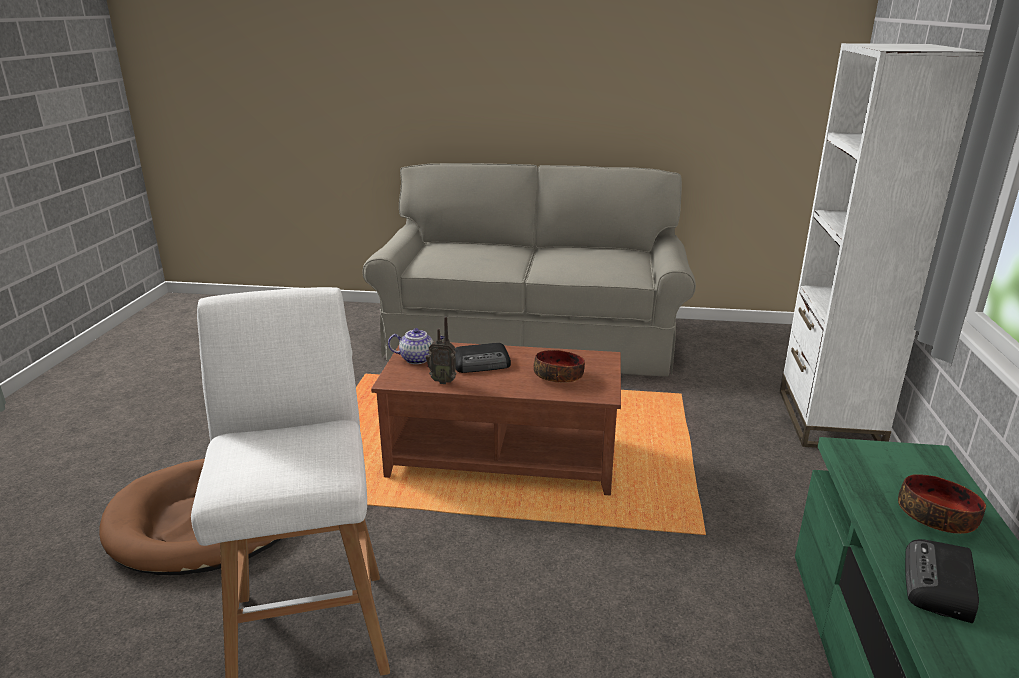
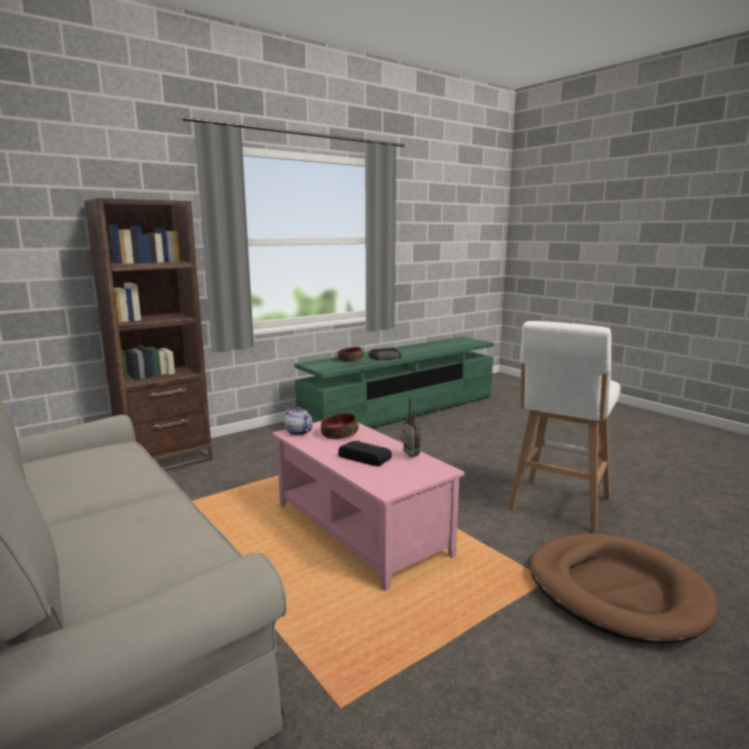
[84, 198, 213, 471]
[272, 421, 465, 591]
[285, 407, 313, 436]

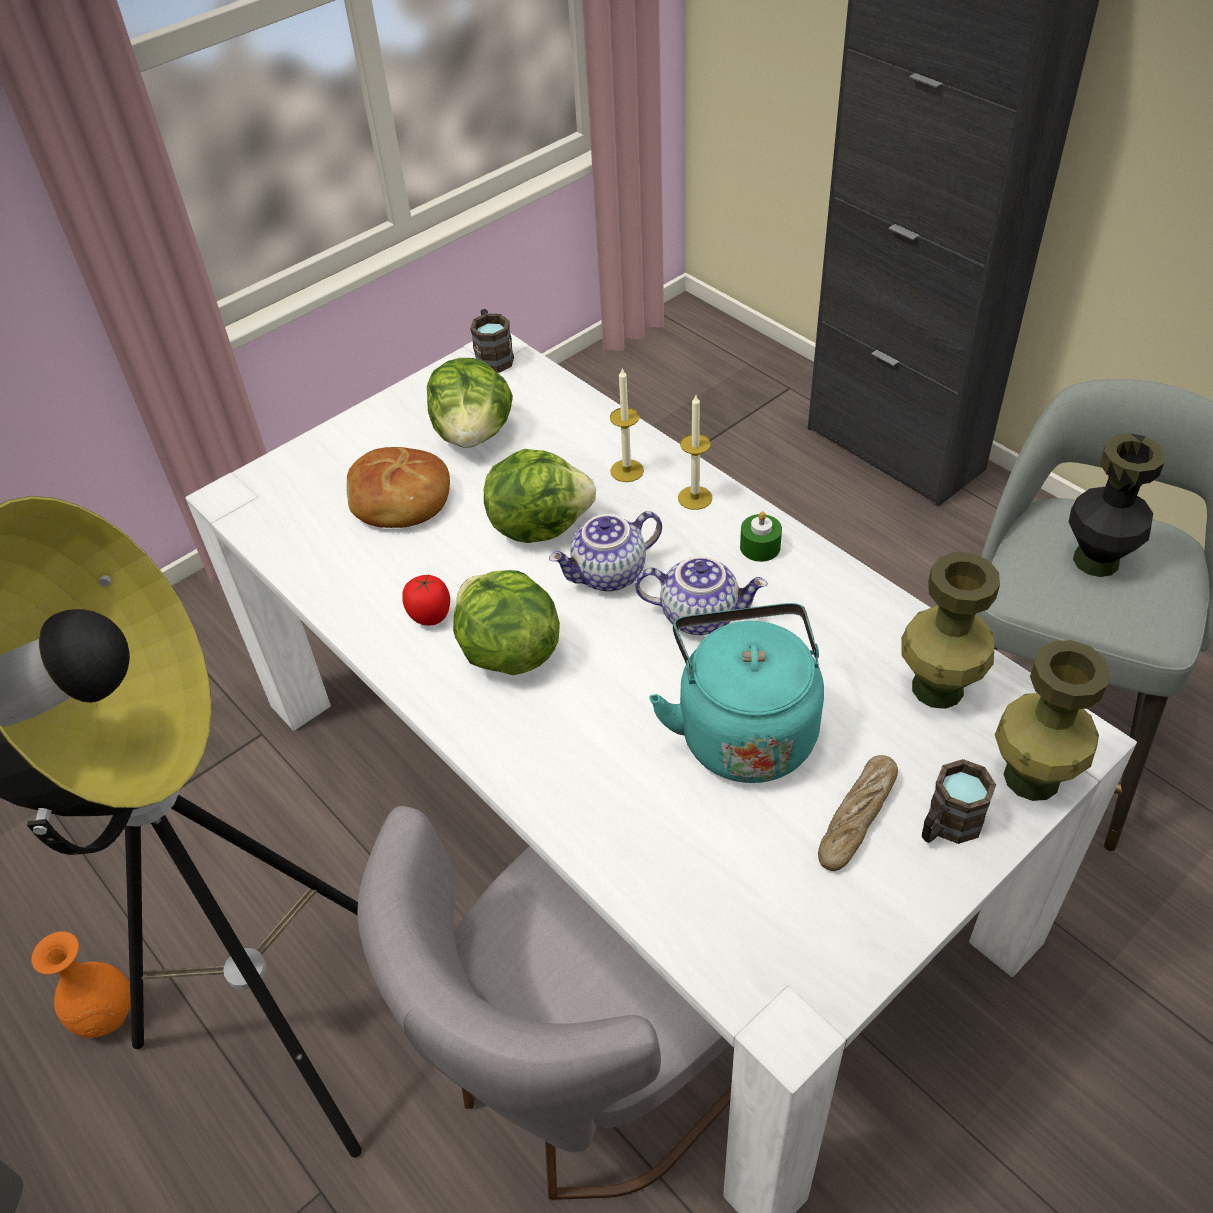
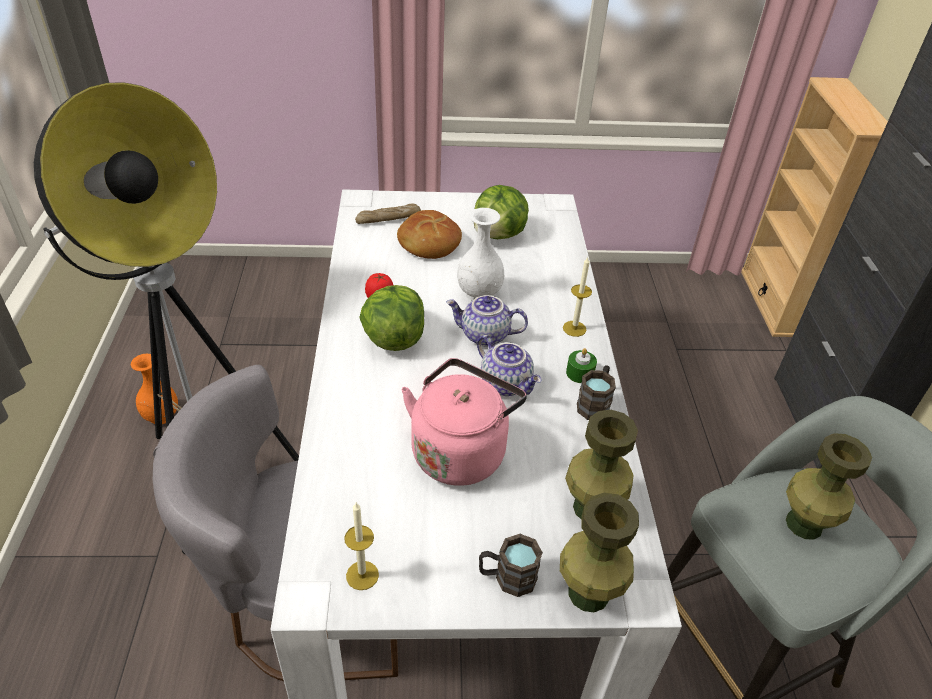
[344, 503, 379, 590]
[355, 203, 421, 224]
[401, 358, 527, 486]
[457, 208, 504, 301]
[577, 365, 616, 420]
[741, 77, 888, 337]
[786, 433, 872, 540]

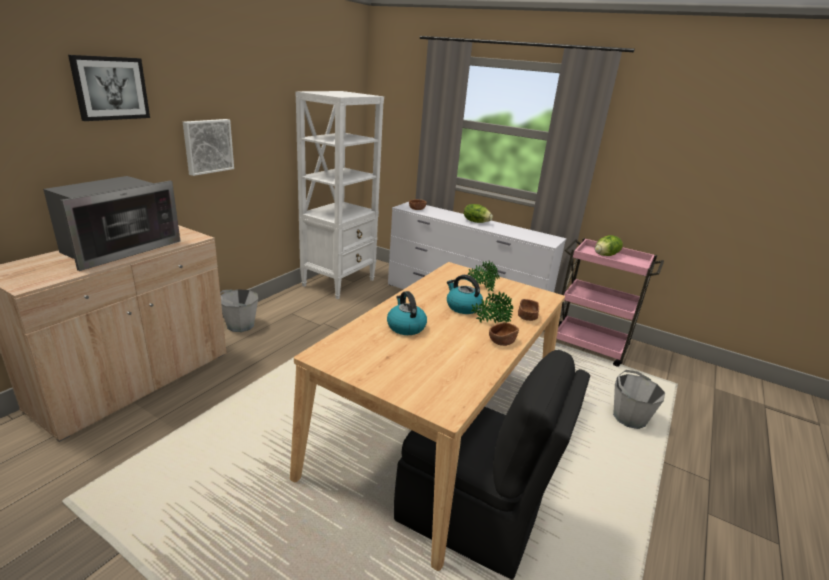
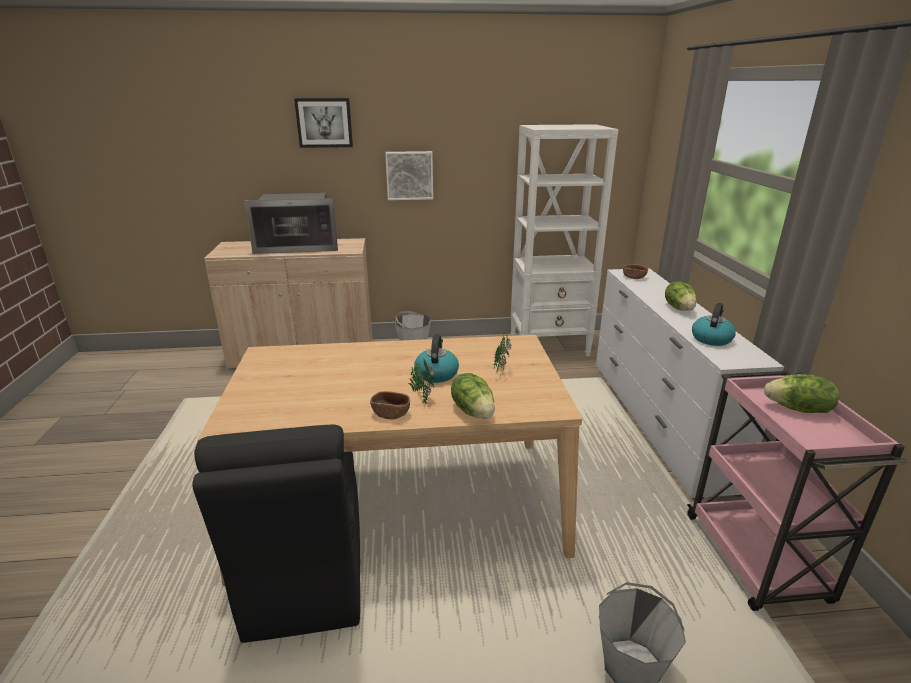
[451, 373, 495, 419]
[692, 303, 736, 346]

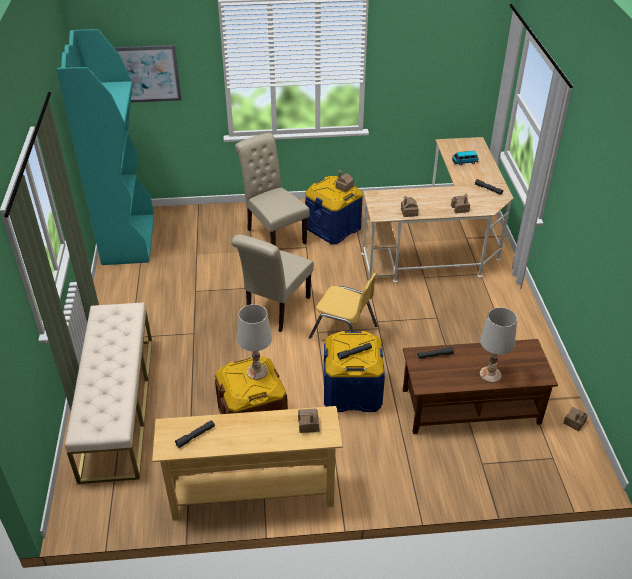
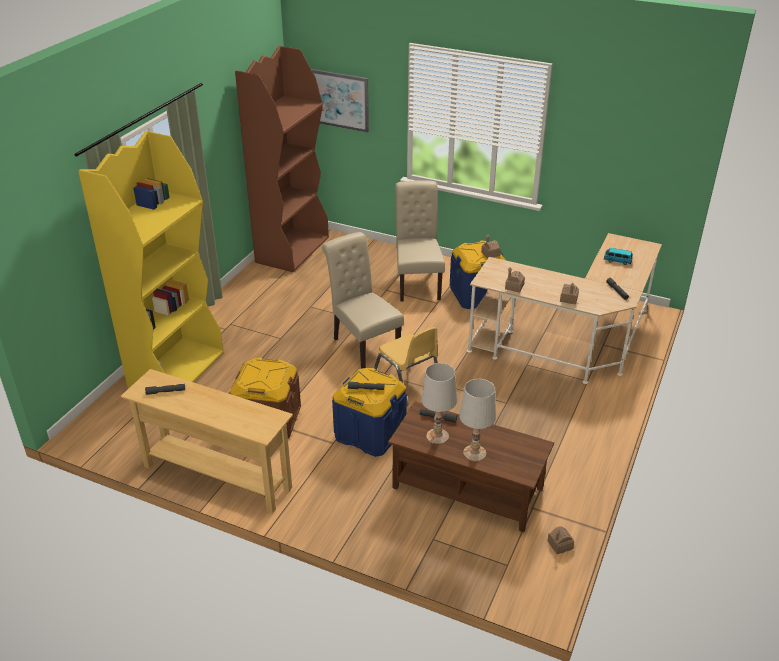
[78, 131, 224, 389]
[235, 46, 329, 272]
[322, 232, 404, 369]
[421, 363, 457, 444]
[298, 409, 319, 433] (first image)

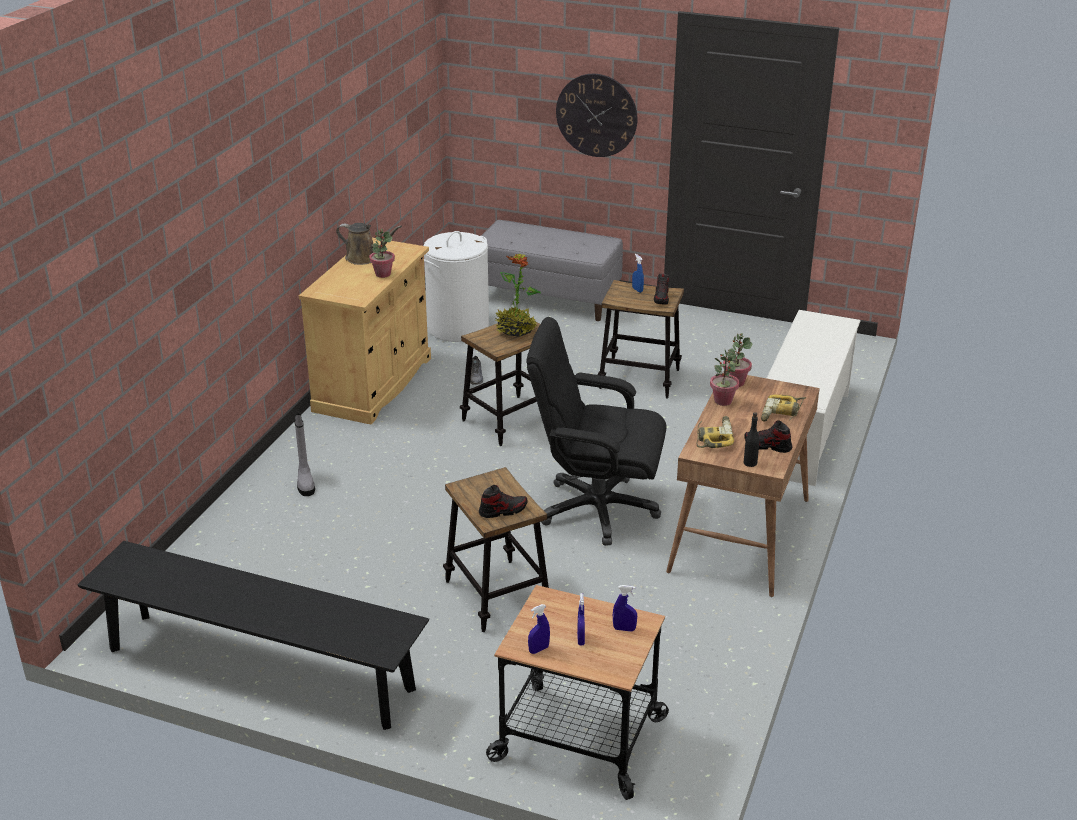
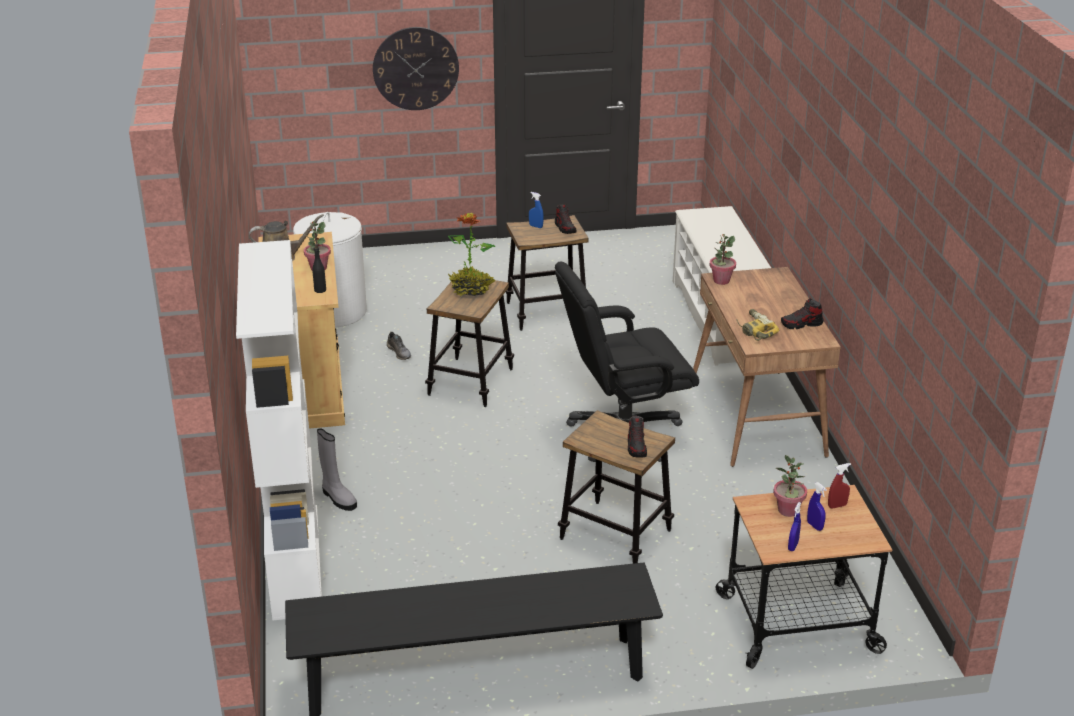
[236, 240, 322, 620]
[312, 243, 326, 293]
[628, 416, 647, 458]
[773, 455, 807, 517]
[828, 463, 851, 509]
[481, 220, 623, 321] (first image)
[761, 395, 806, 422] (first image)

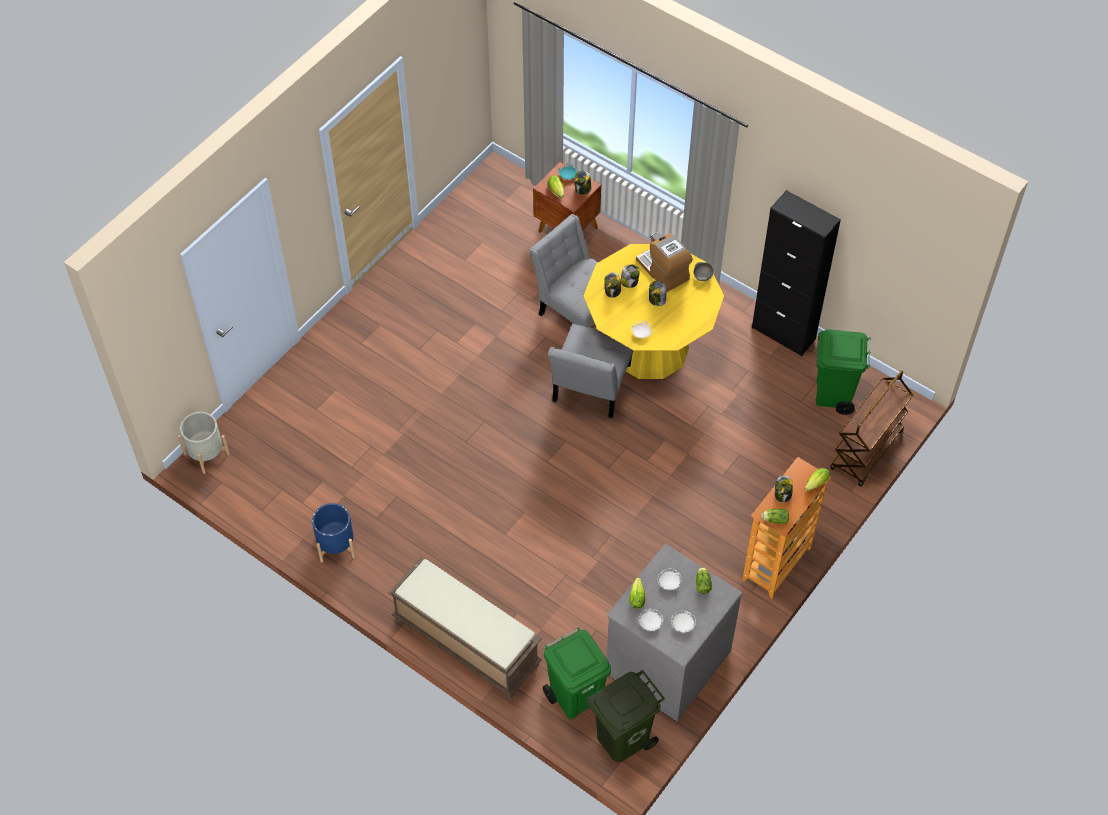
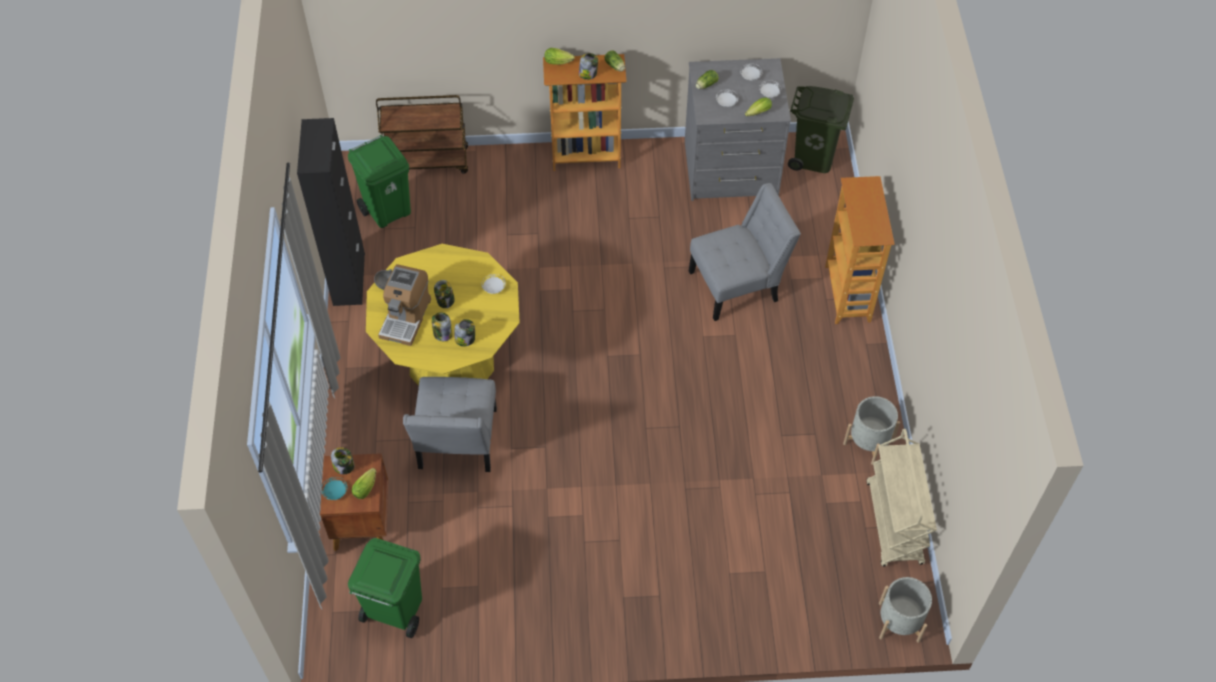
[348, 538, 422, 638]
[689, 183, 801, 321]
[825, 176, 895, 324]
[843, 396, 900, 465]
[866, 429, 937, 567]

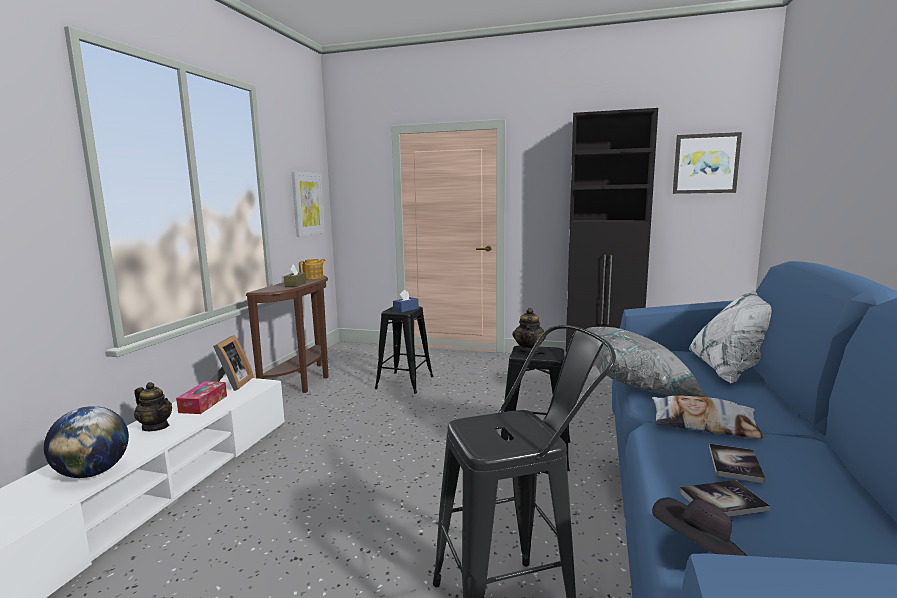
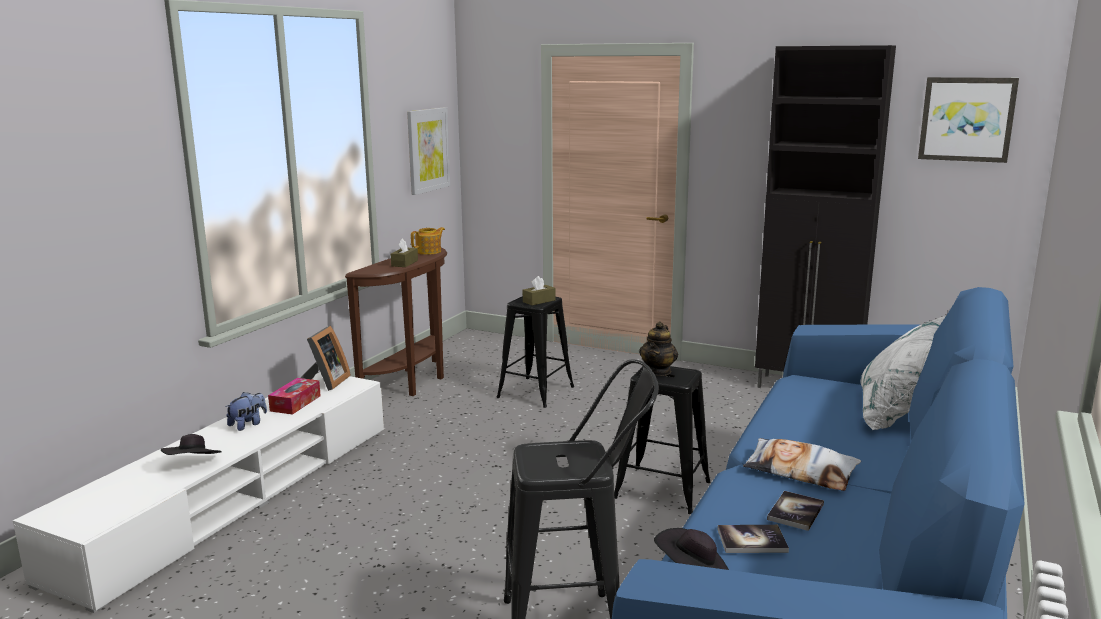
[161, 434, 222, 455]
[225, 392, 267, 431]
[523, 276, 556, 305]
[585, 327, 707, 397] (first image)

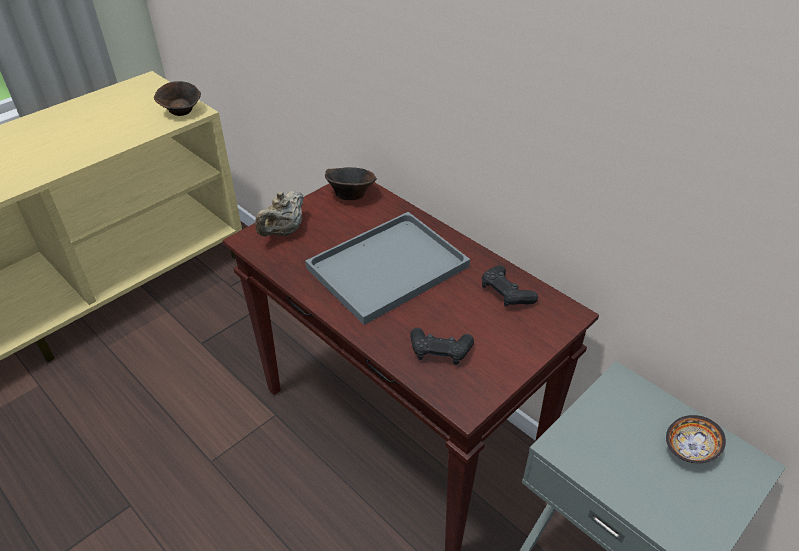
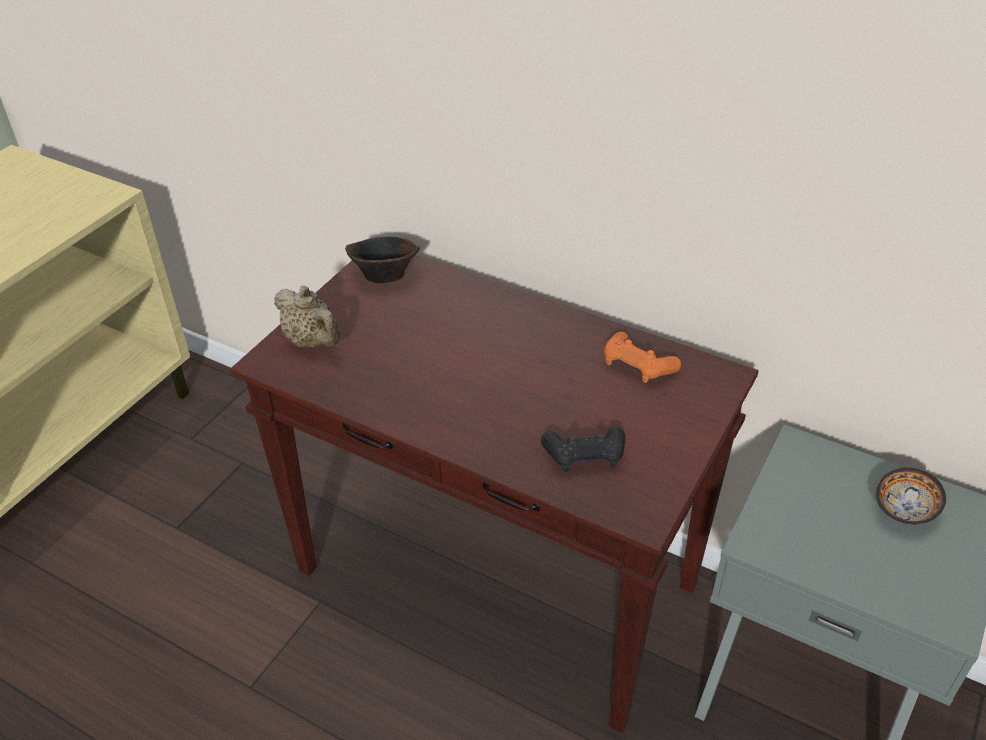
[274, 285, 340, 348]
[604, 332, 681, 383]
[154, 81, 201, 116] (first image)
[305, 212, 470, 325] (first image)

